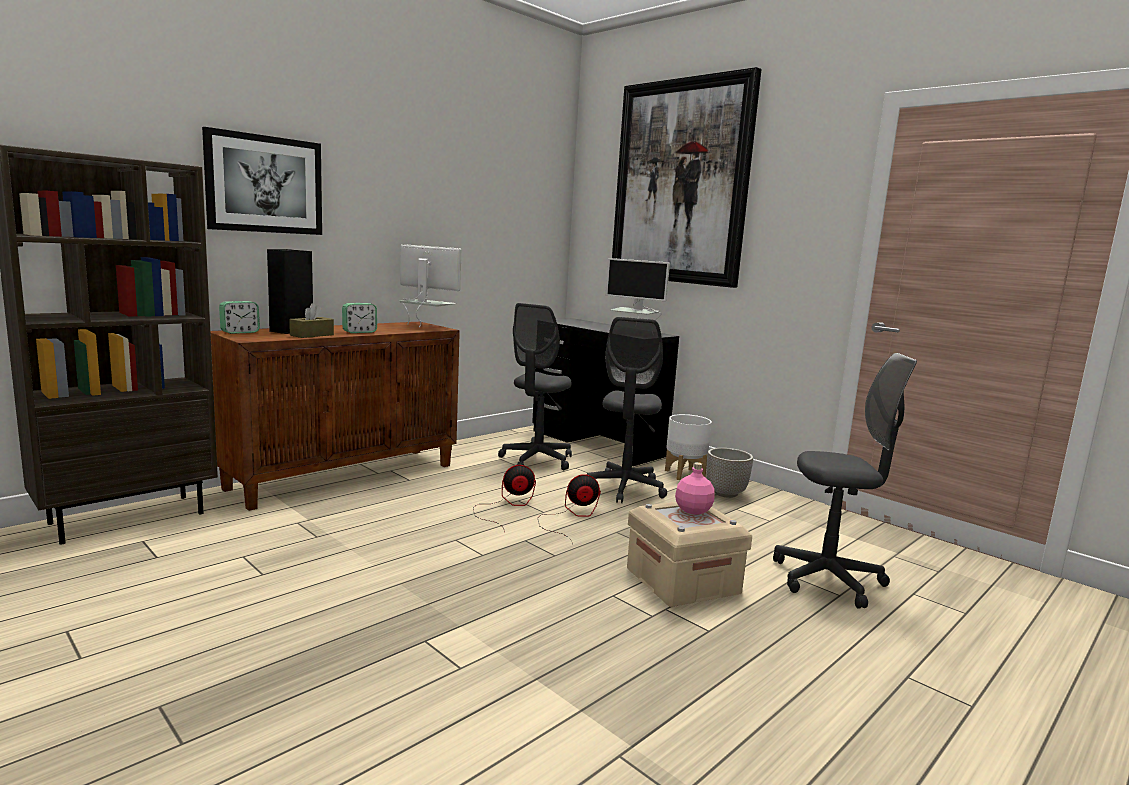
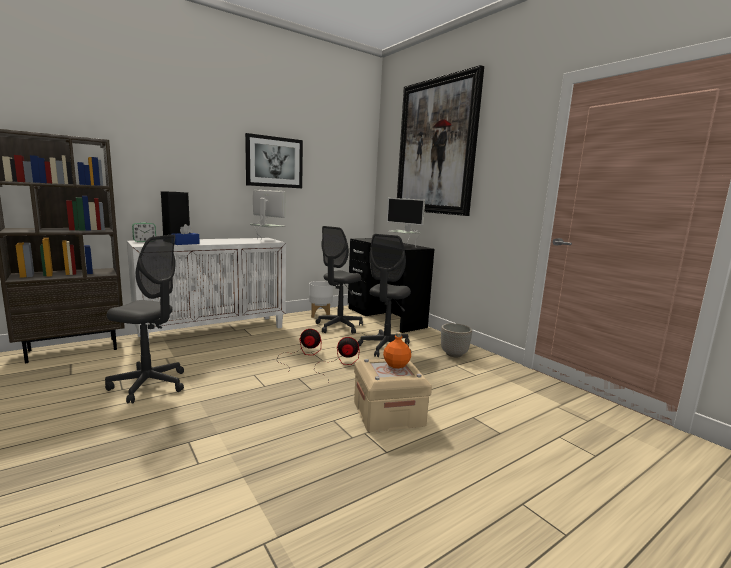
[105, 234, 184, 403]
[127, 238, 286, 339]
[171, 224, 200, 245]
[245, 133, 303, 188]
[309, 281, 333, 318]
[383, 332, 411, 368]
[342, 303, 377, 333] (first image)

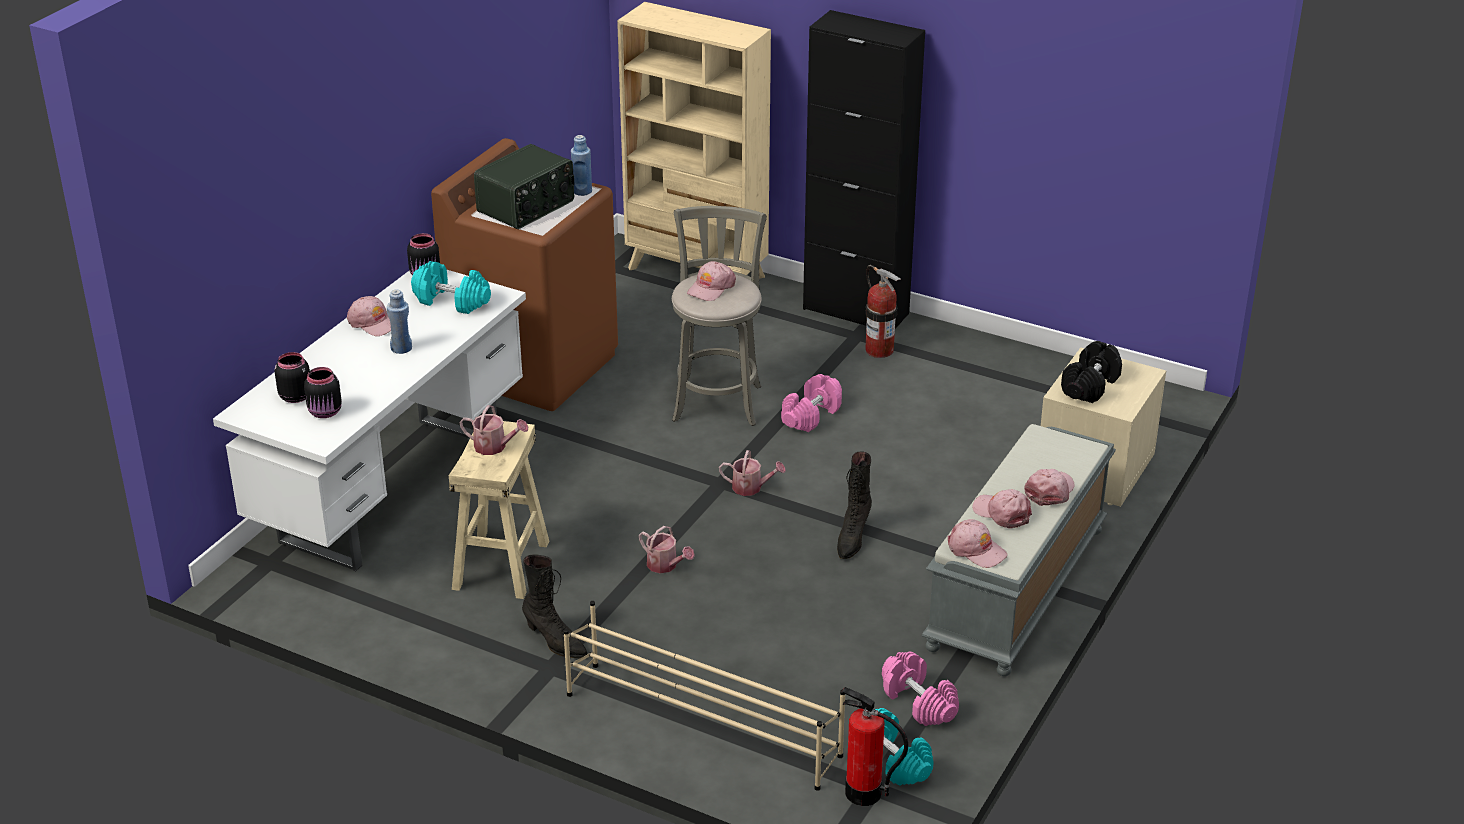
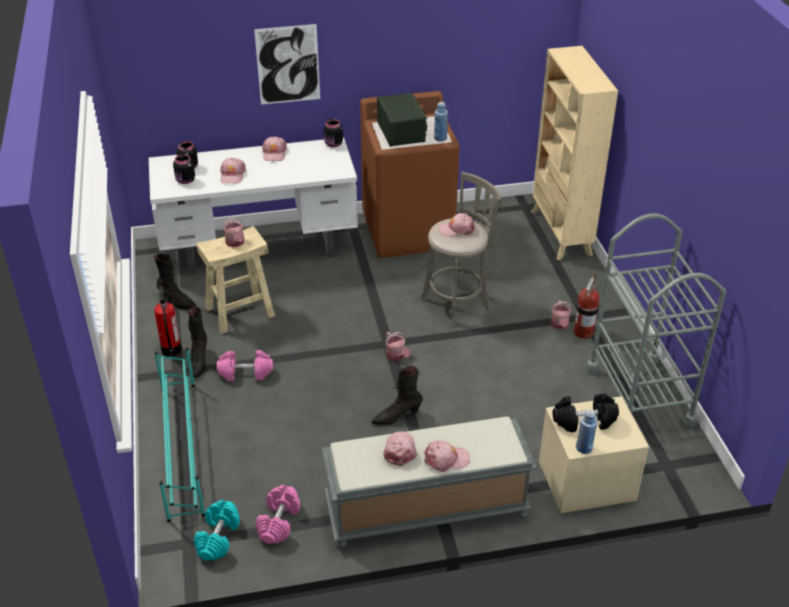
[154, 253, 197, 310]
[154, 286, 182, 357]
[154, 347, 205, 522]
[217, 350, 273, 381]
[220, 158, 246, 183]
[254, 24, 320, 105]
[377, 93, 427, 147]
[551, 300, 572, 329]
[576, 409, 598, 454]
[586, 214, 726, 427]
[411, 261, 491, 314] (first image)
[803, 10, 925, 329] (first image)

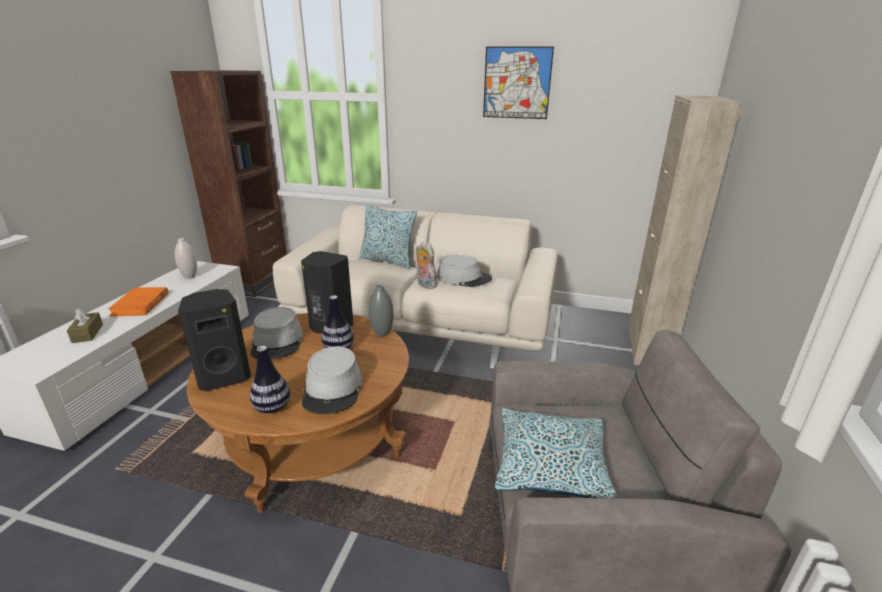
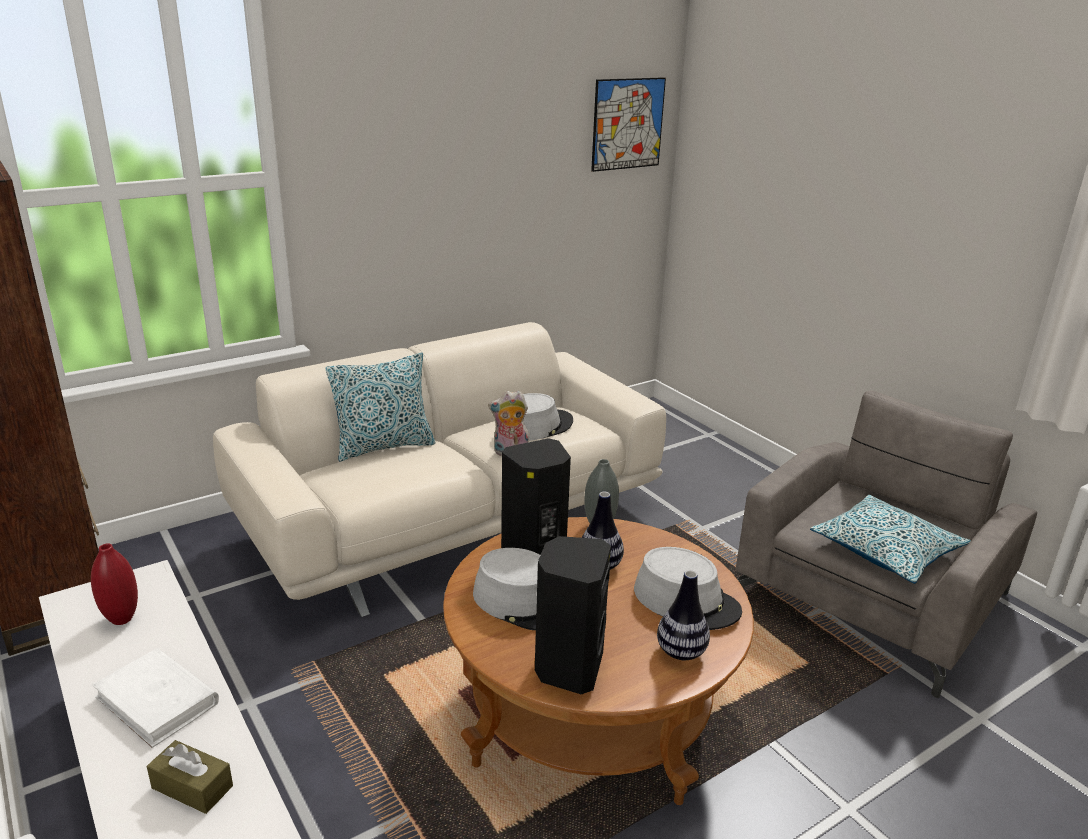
[91, 543, 138, 625]
[92, 648, 219, 748]
[591, 77, 666, 172]
[628, 95, 742, 365] (first image)

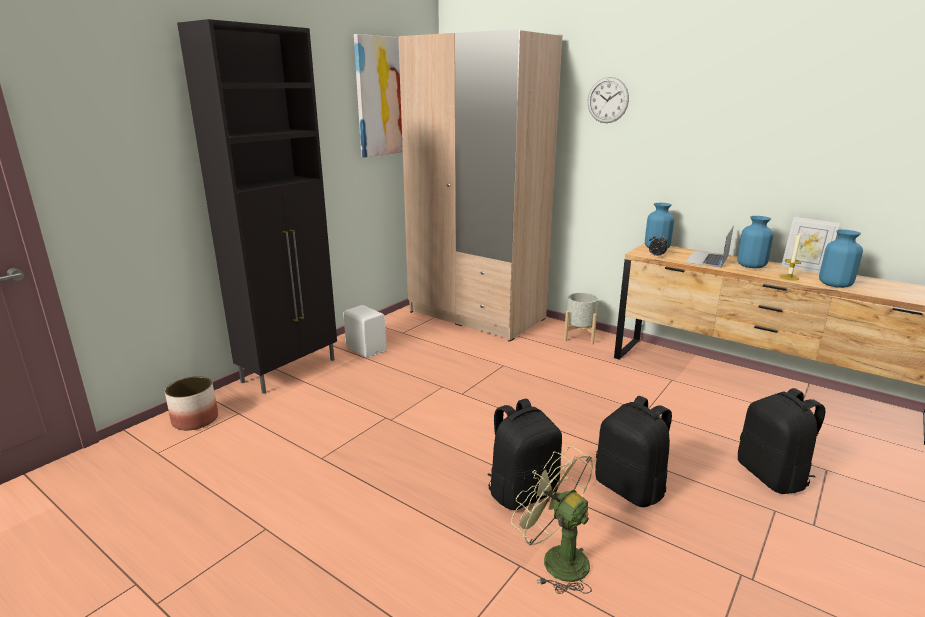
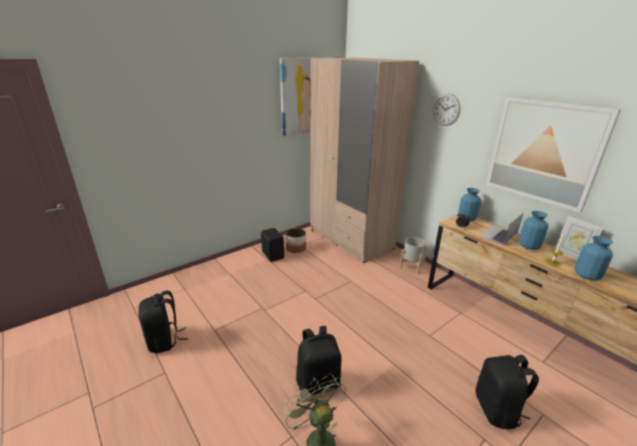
[138, 290, 188, 353]
[261, 228, 284, 262]
[286, 228, 306, 253]
[486, 97, 621, 213]
[177, 19, 337, 394] (first image)

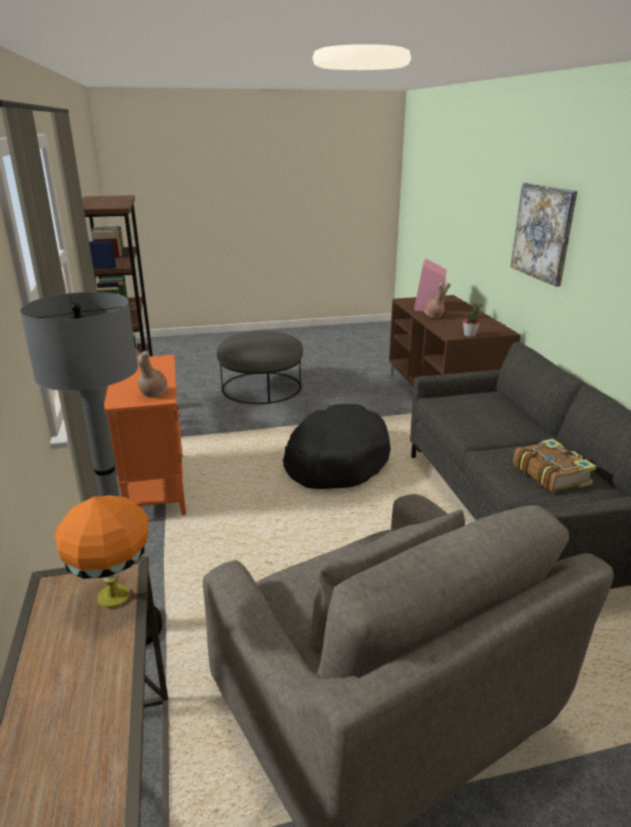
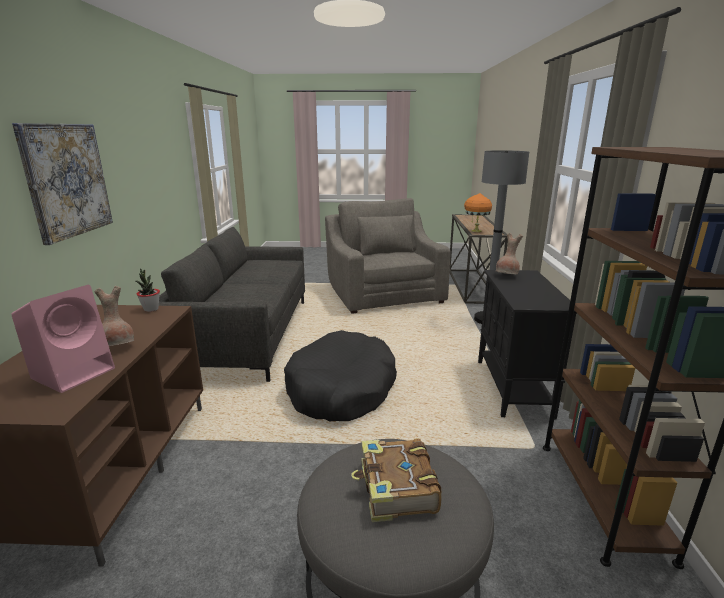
[351, 438, 441, 522]
[478, 270, 576, 419]

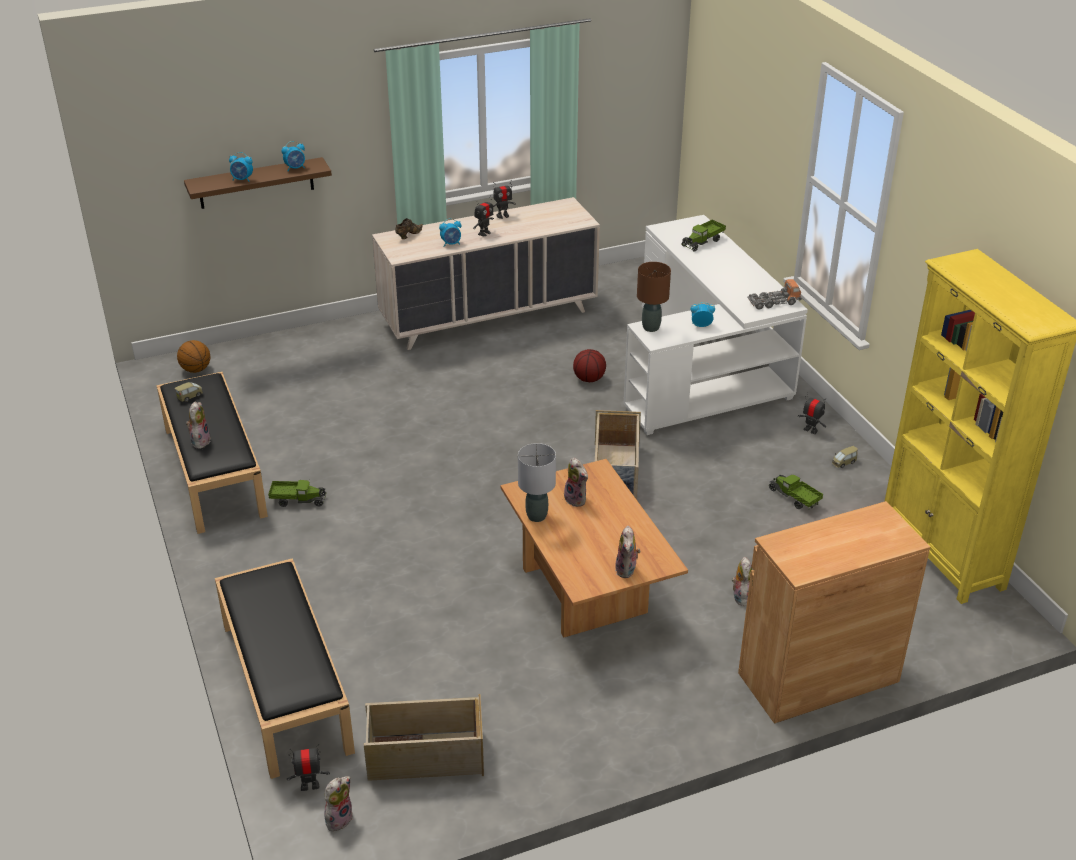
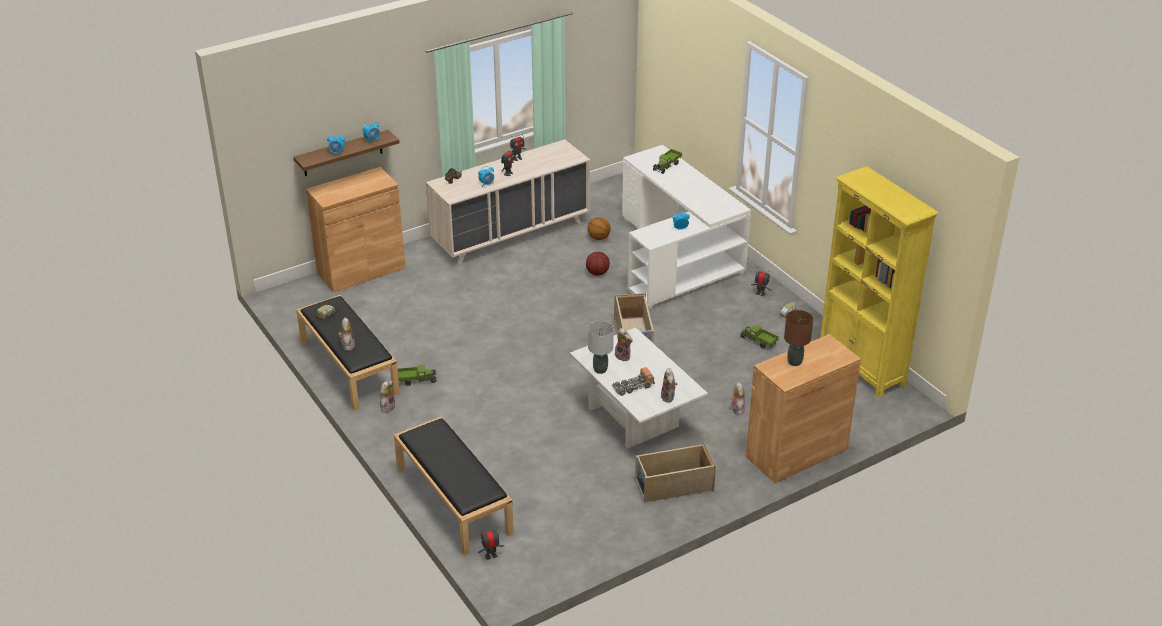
[306, 167, 406, 293]
[379, 381, 395, 413]
[570, 327, 708, 448]
[587, 217, 610, 240]
[612, 367, 655, 396]
[635, 442, 716, 503]
[784, 310, 813, 366]

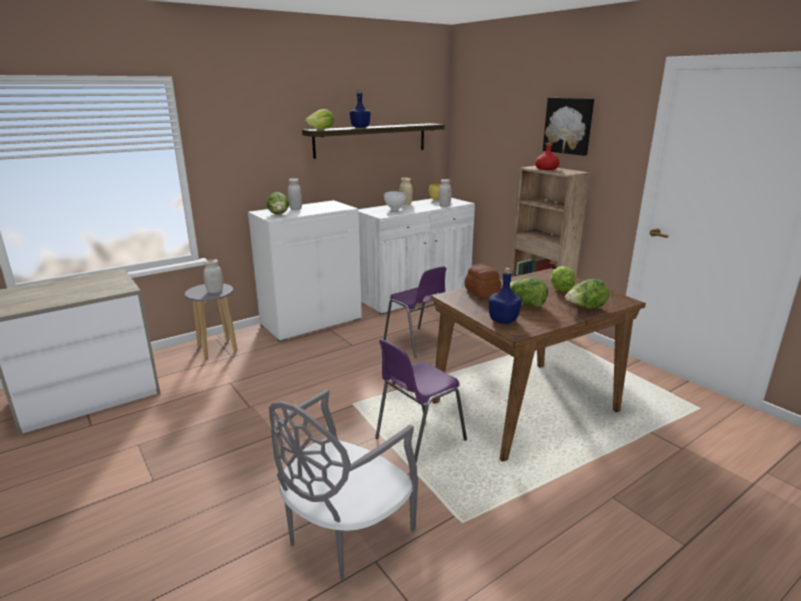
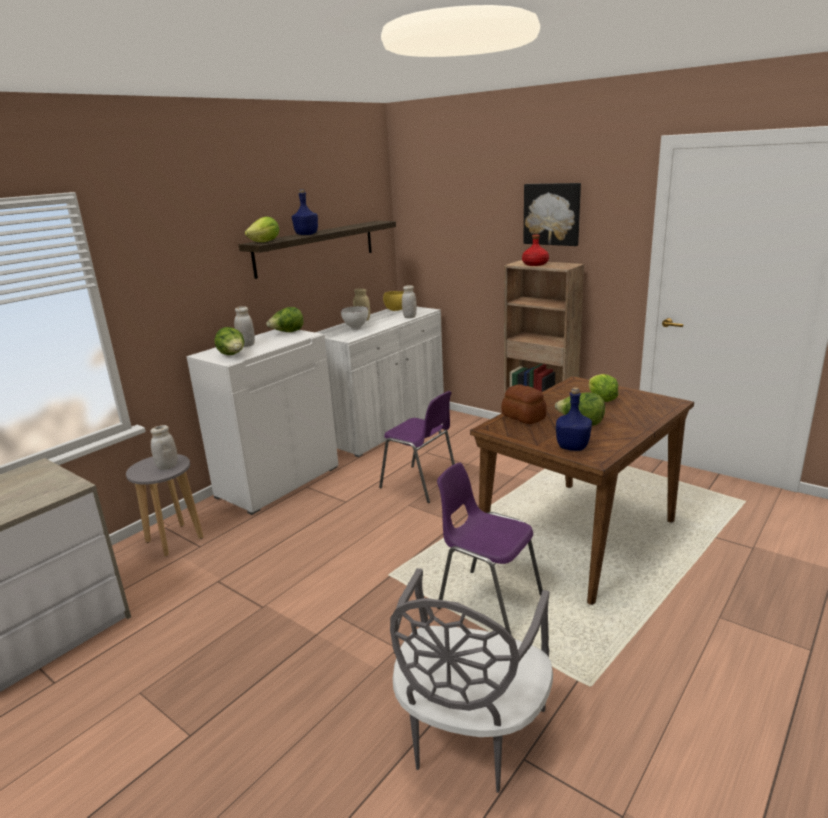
[266, 307, 304, 332]
[437, 463, 543, 636]

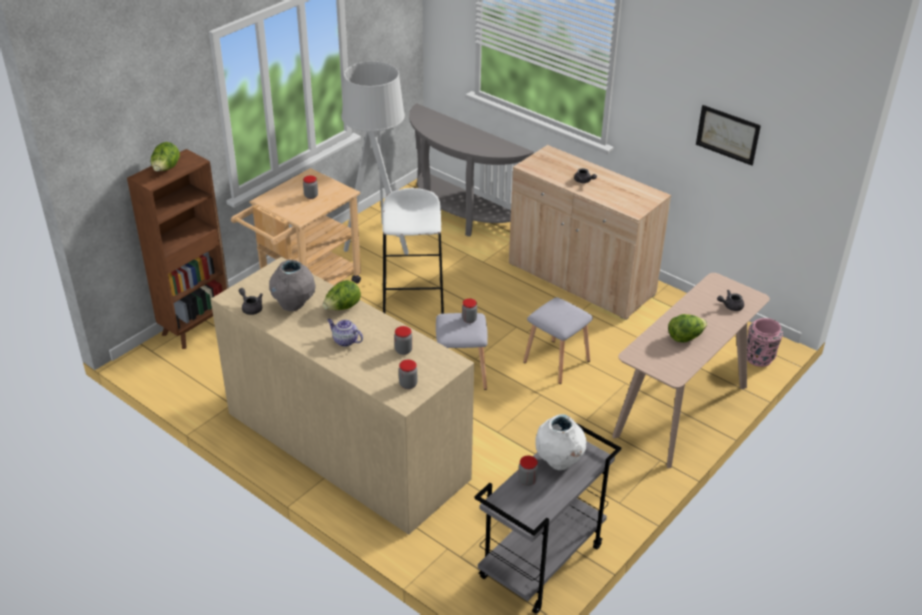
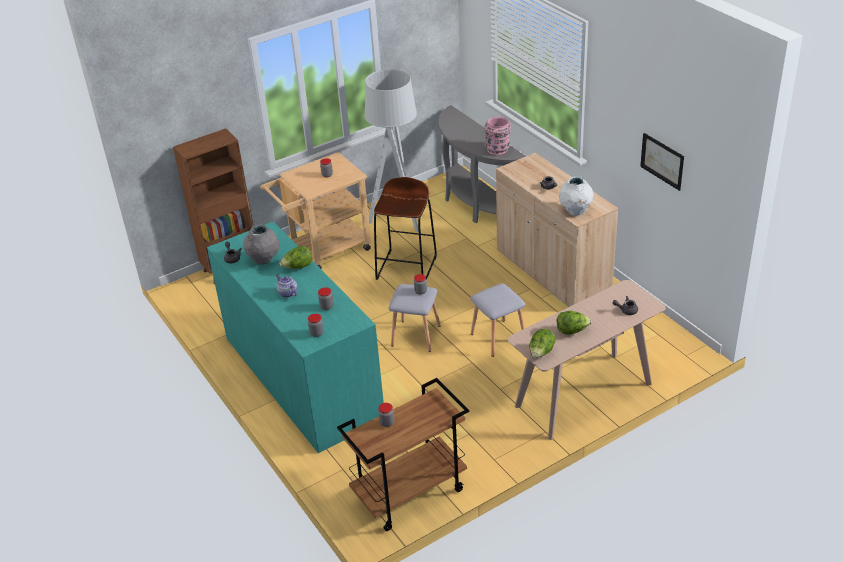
[207, 221, 384, 453]
[337, 378, 469, 531]
[374, 177, 437, 280]
[485, 117, 511, 155]
[529, 329, 556, 358]
[559, 176, 594, 216]

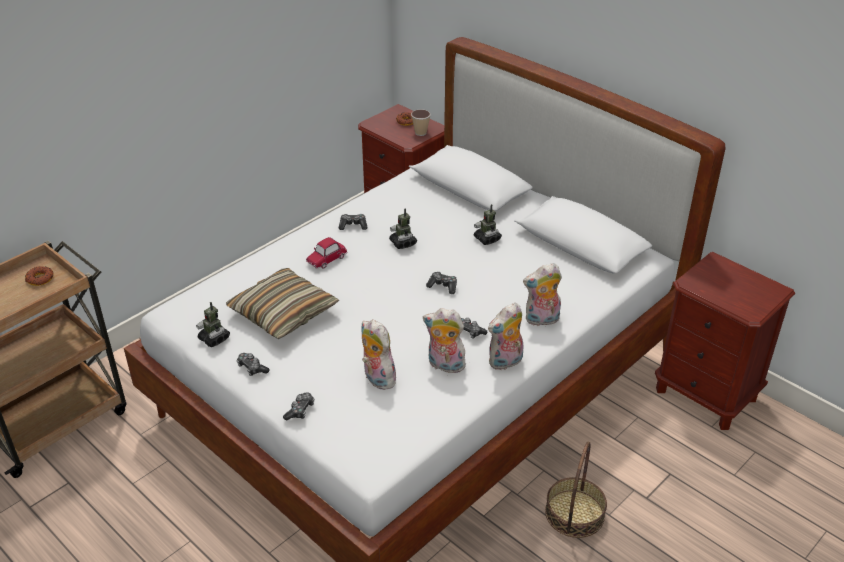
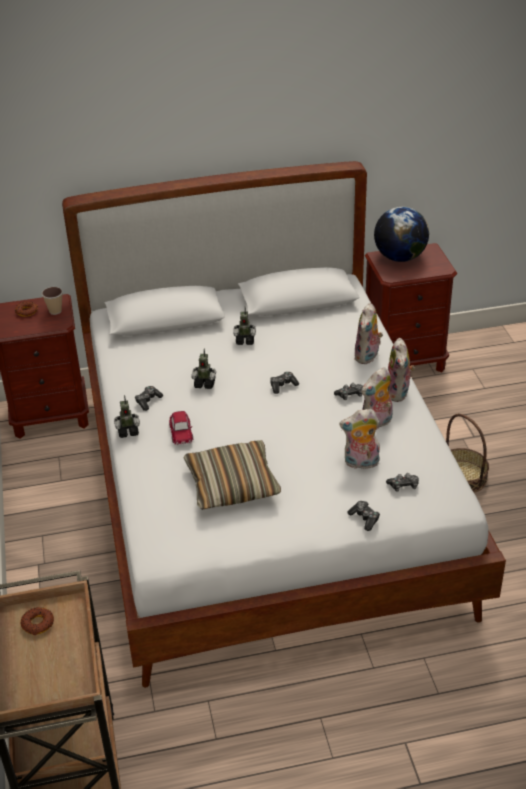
[114, 395, 140, 438]
[374, 207, 429, 262]
[386, 473, 419, 492]

